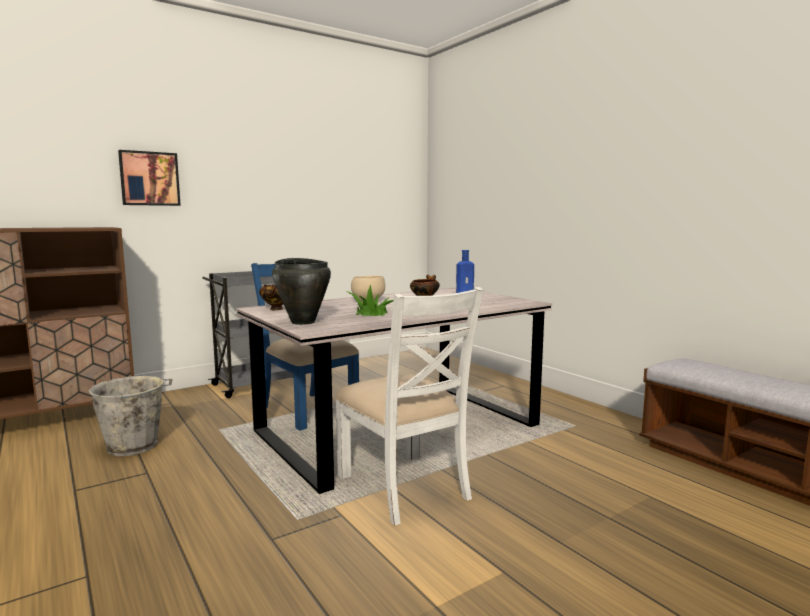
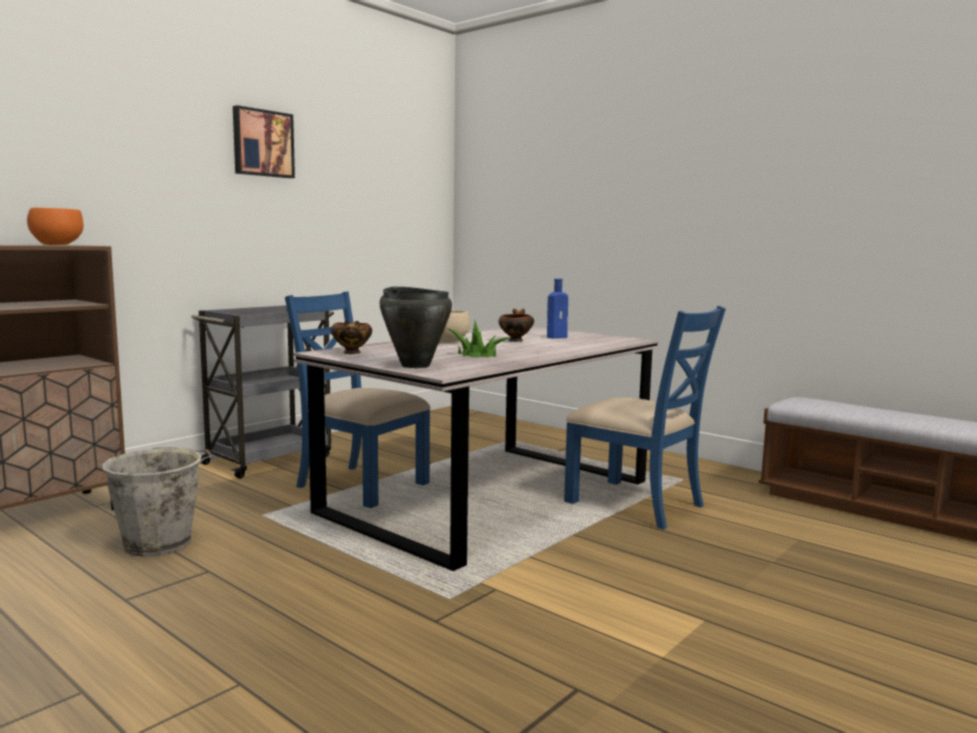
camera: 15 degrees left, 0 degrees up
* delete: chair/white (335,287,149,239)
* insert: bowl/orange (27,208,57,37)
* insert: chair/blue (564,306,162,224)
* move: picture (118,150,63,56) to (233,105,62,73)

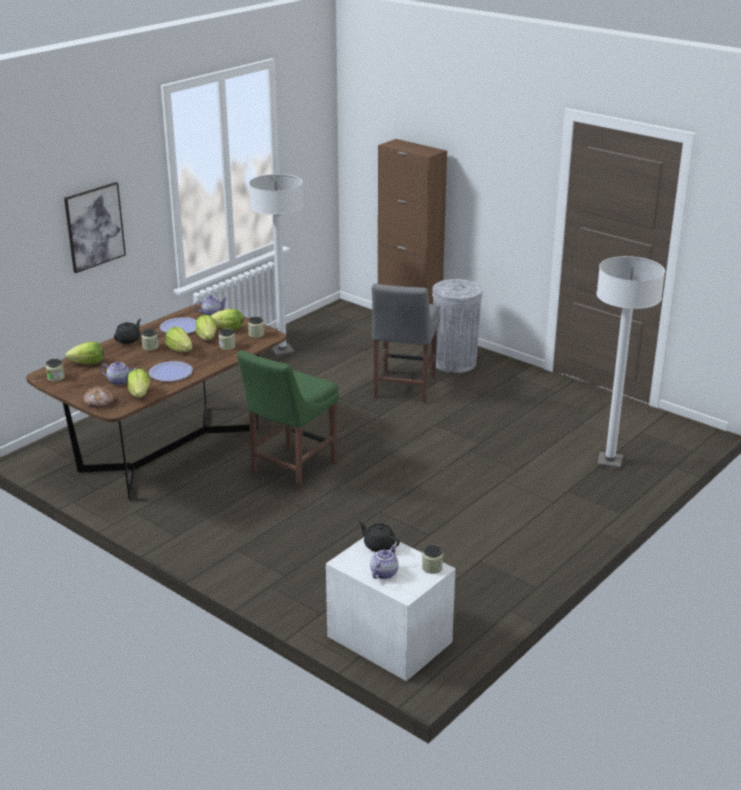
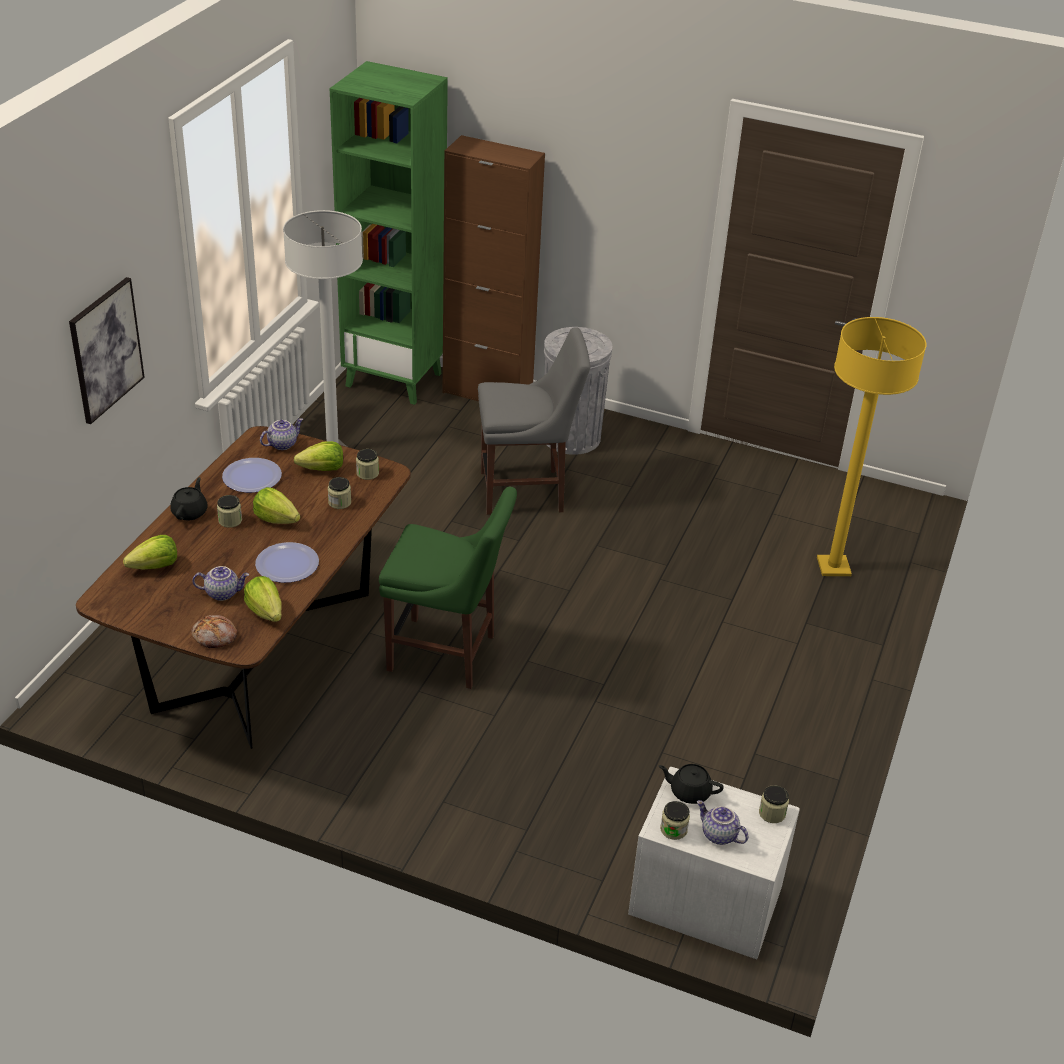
camera: 20 degrees left, 10 degrees up
* delete: lettuce (196,315,21,25)
* insert: bookcase/green (330,61,118,344)
* move: jar (46,359,19,23) to (660,801,30,39)
* recolor: floor lamp/white (596,256,69,213) to floor lamp/yellow (817,317,109,259)
* rotate: chair/green (237,350,102,142) = (379,487,138,202) 90 degrees counterclockwise
* rotate: teapot (370,544,29,35) = (697,800,51,45) 60 degrees counterclockwise
* rotate: chair/grey (372,284,68,119) = (478,327,112,188) 90 degrees counterclockwise

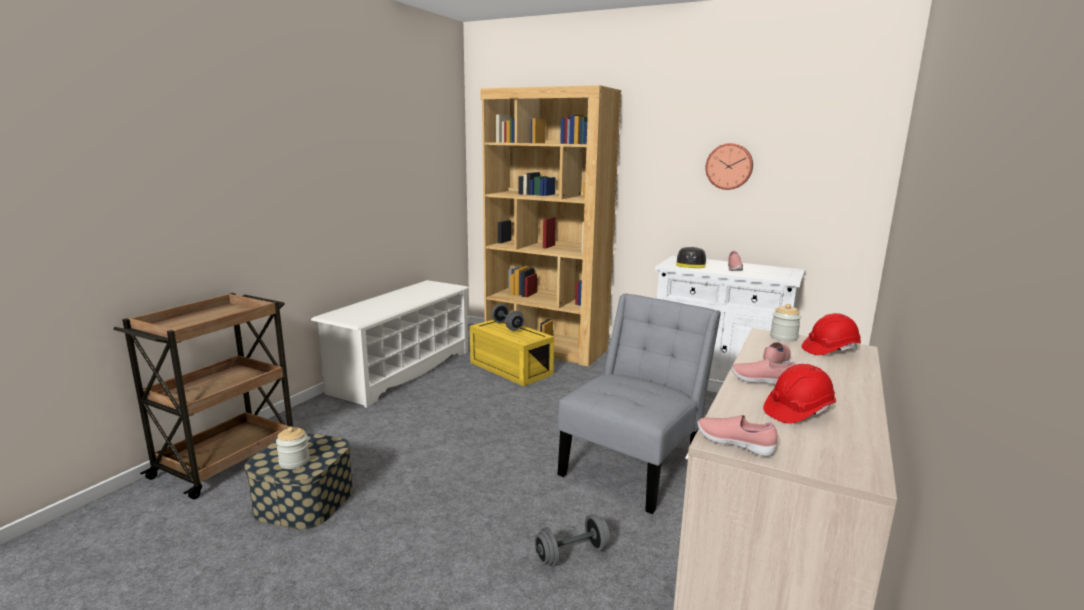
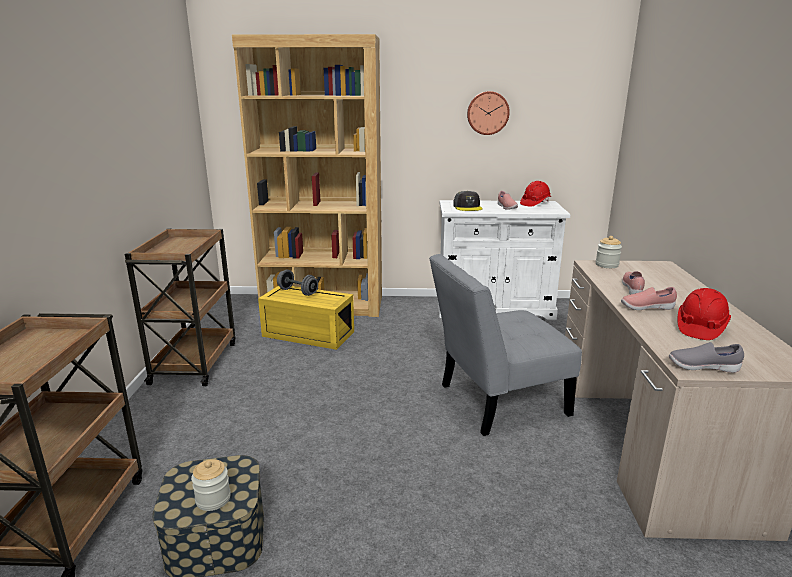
camera: 25 degrees left, 5 degrees up
* delete: dumbbell/grey (535,514,75,53)
* move: hard hat/red (802,313,59,42) to (520,181,31,26)
* replace: shoe rack/white (311,280,158,128) to cart/brown (125,228,111,158)
* recolor: shoe/pink (697,415,81,41) to shoe/grey (669,342,75,31)
* rotate: chair/grey (558,293,163,221) = (429,254,153,182) 120 degrees counterclockwise

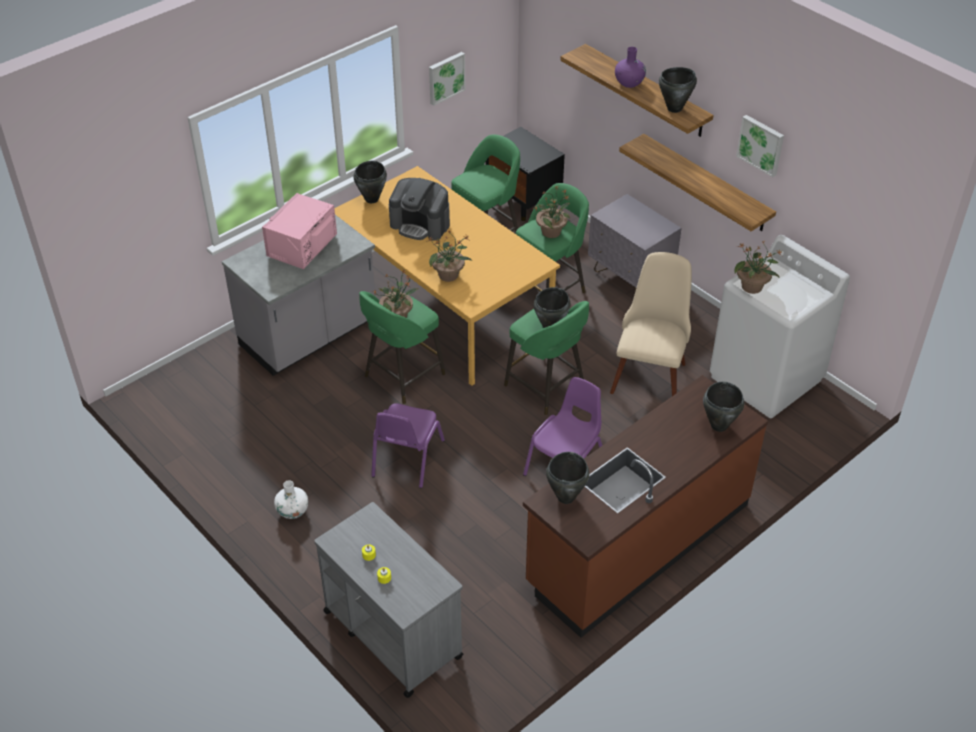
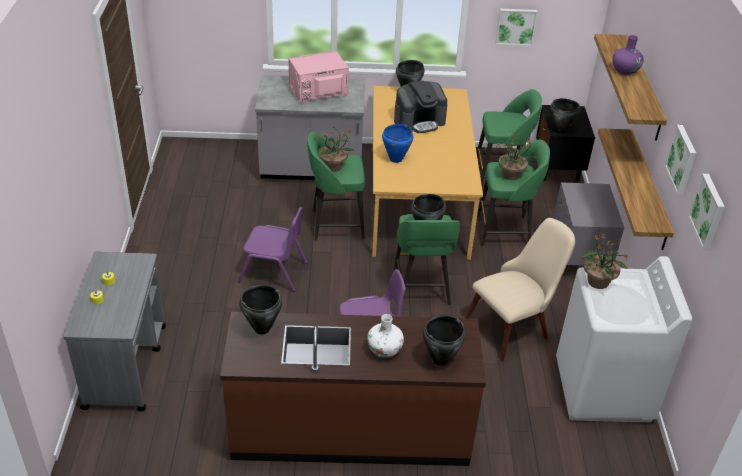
camera: 40 degrees right, 5 degrees down
* insert: picture (688,174,37,75)
* move: vase/white (274,480,34,39) to (367,314,37,44)
* move: cooking pot/black (659,67,38,46) to (550,98,30,36)
* replace: potted plant (426,230,46,52) to cooking pot/blue (382,124,31,39)
* rotate: chair/purple (371,403,74,85) = (238,207,69,85) 135 degrees counterclockwise
* rotate: coffee machine (389,178,61,63) = (394,80,53,53) 90 degrees counterclockwise

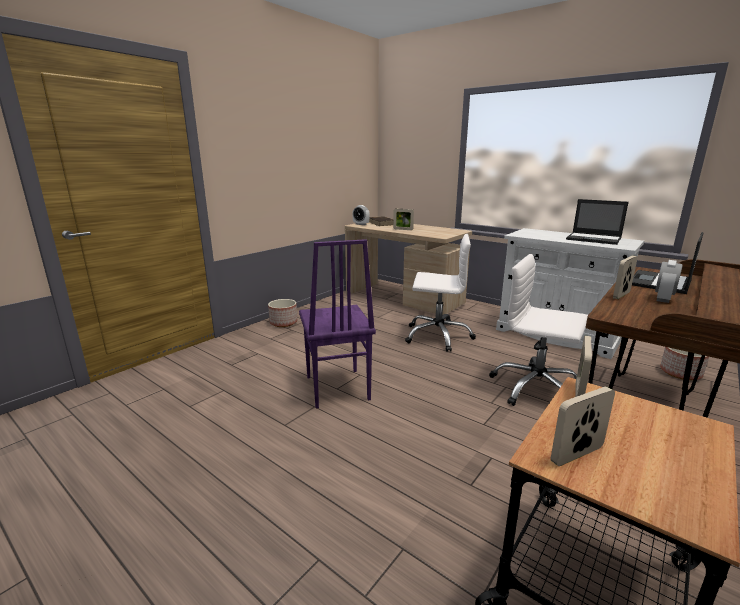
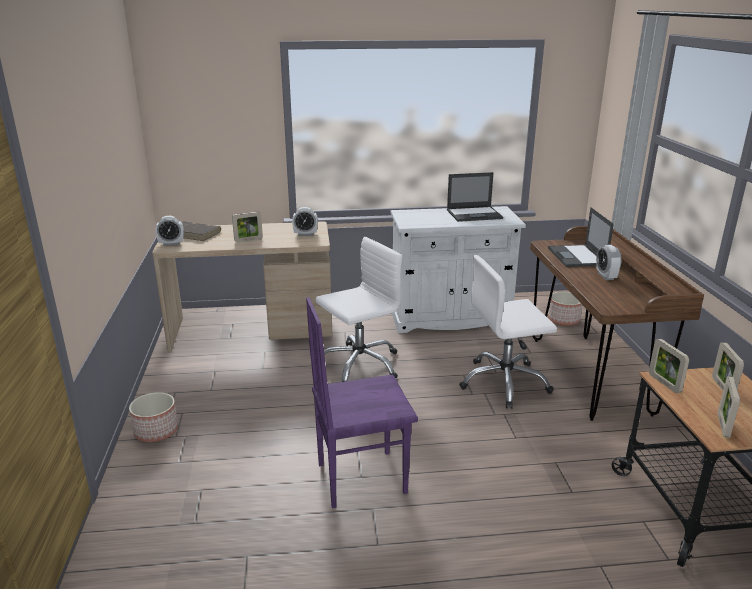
camera: 45 degrees left, 5 degrees up
* insert: alarm clock (292,207,26,29)
* move: picture frame (613,255,25,44) to (712,342,32,48)
* rotate: chair/purple (299,239,77,169) = (306,297,112,211) 135 degrees clockwise

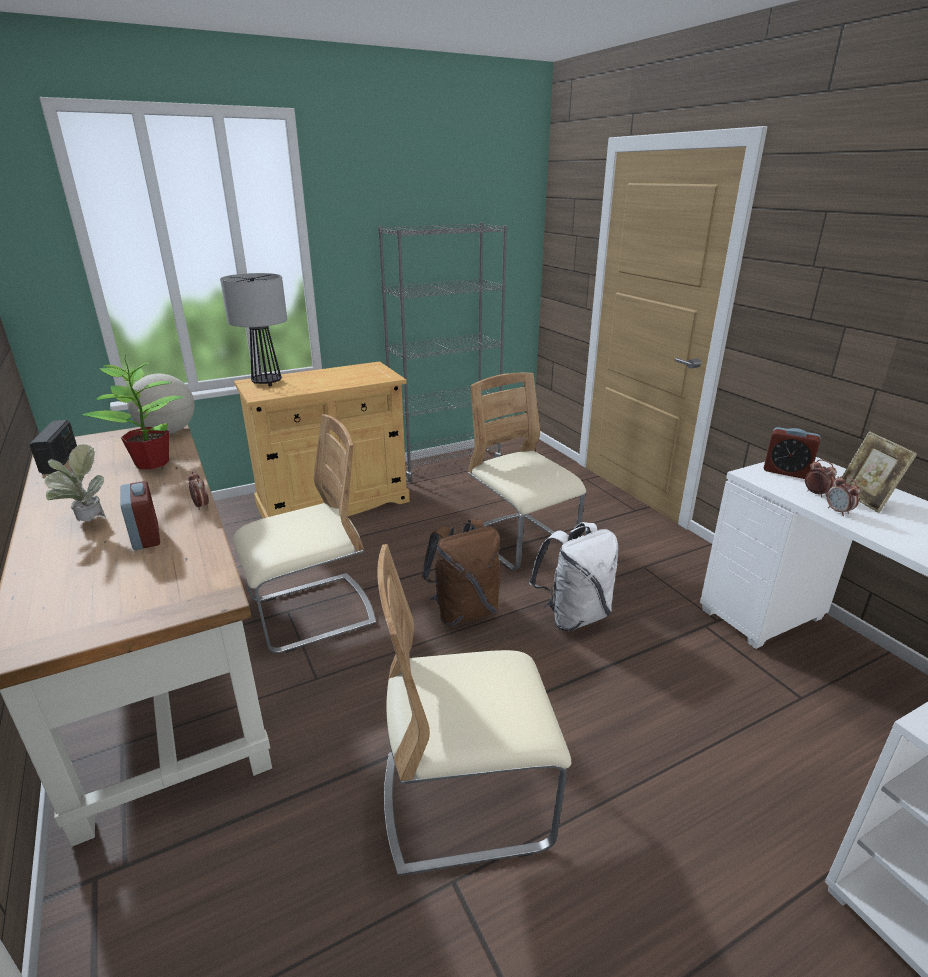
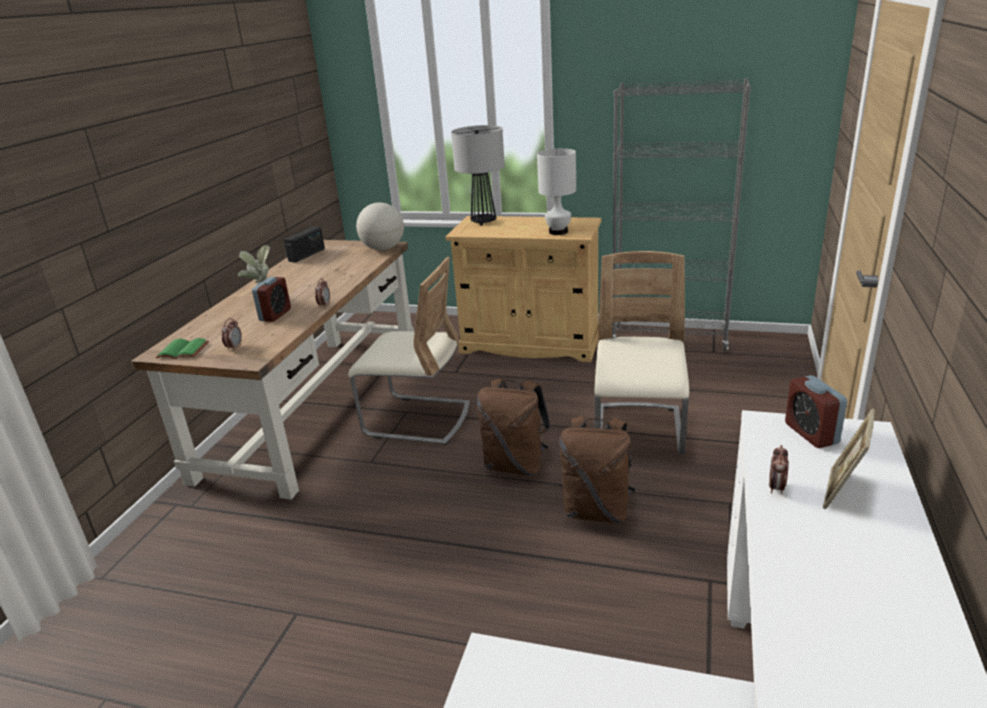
camera: 45 degrees right, 0 degrees up
* delete: potted plant (82,354,102,115)
* delete: chair/beige (377,544,195,332)
* insert: book/green (155,338,54,21)
* insert: table lamp/white (537,148,39,87)
* move: alarm clock (805,459,32,38) to (221,318,21,33)
* recolor: backpack/white (529,522,89,109) to backpack/brown (559,416,77,107)

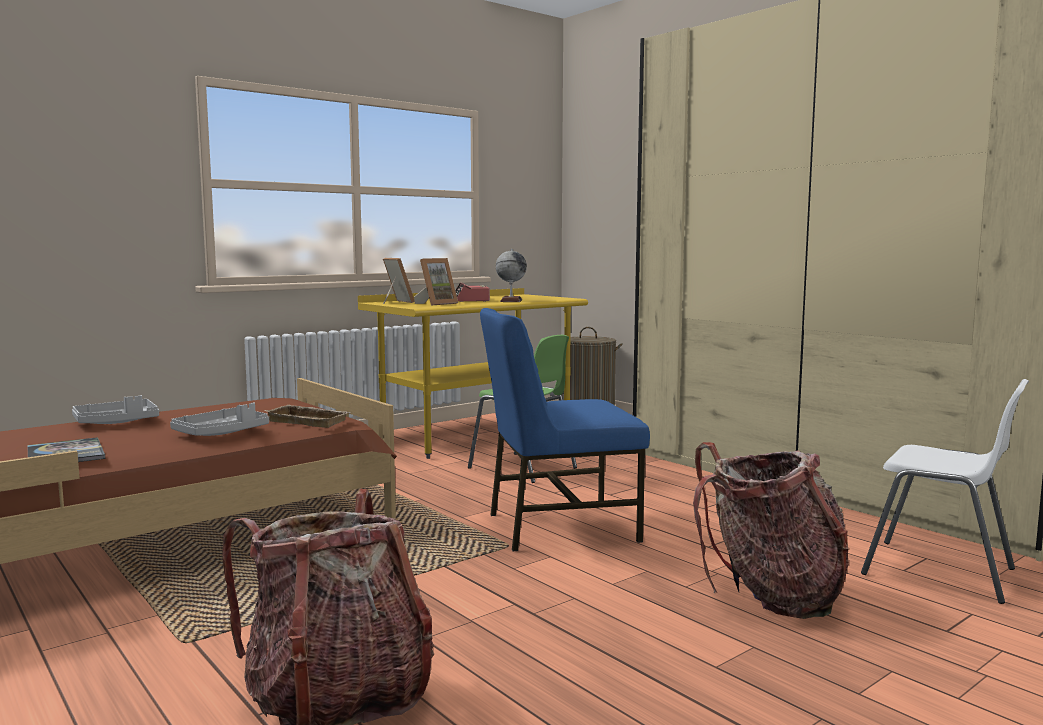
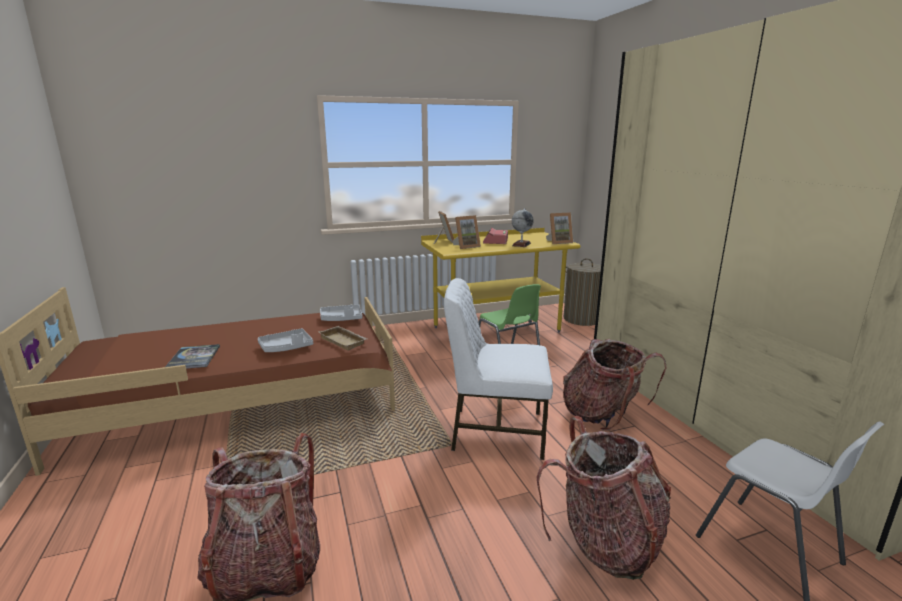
camera: 20 degrees right, 10 degrees up
* insert: picture frame (546,213,27,31)
* insert: backpack (563,339,103,91)
* move: tray/grey (72,395,87,29) to (320,304,42,17)
* recolor: chair/blue (480,308,170,243) to chair/white (444,278,109,182)

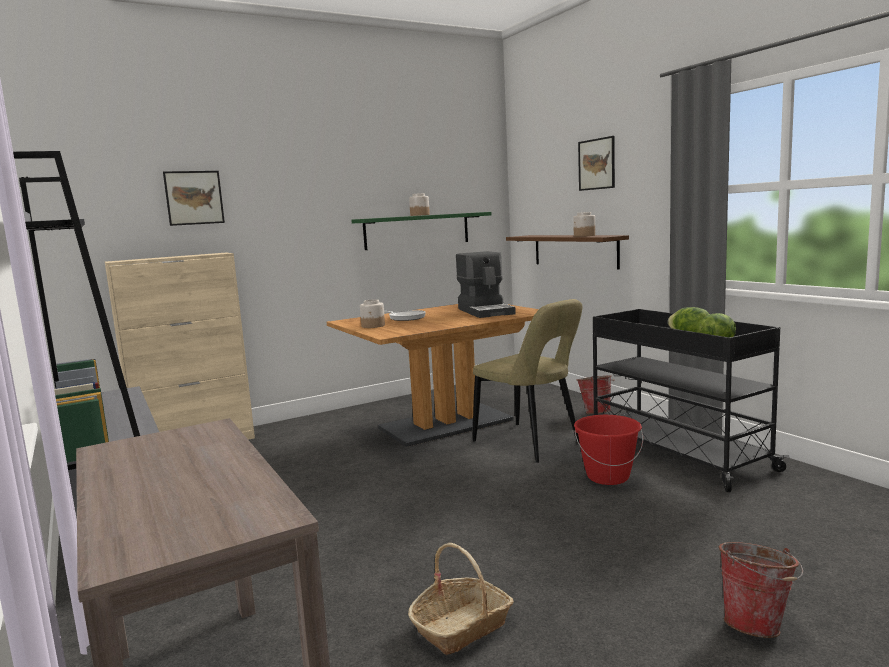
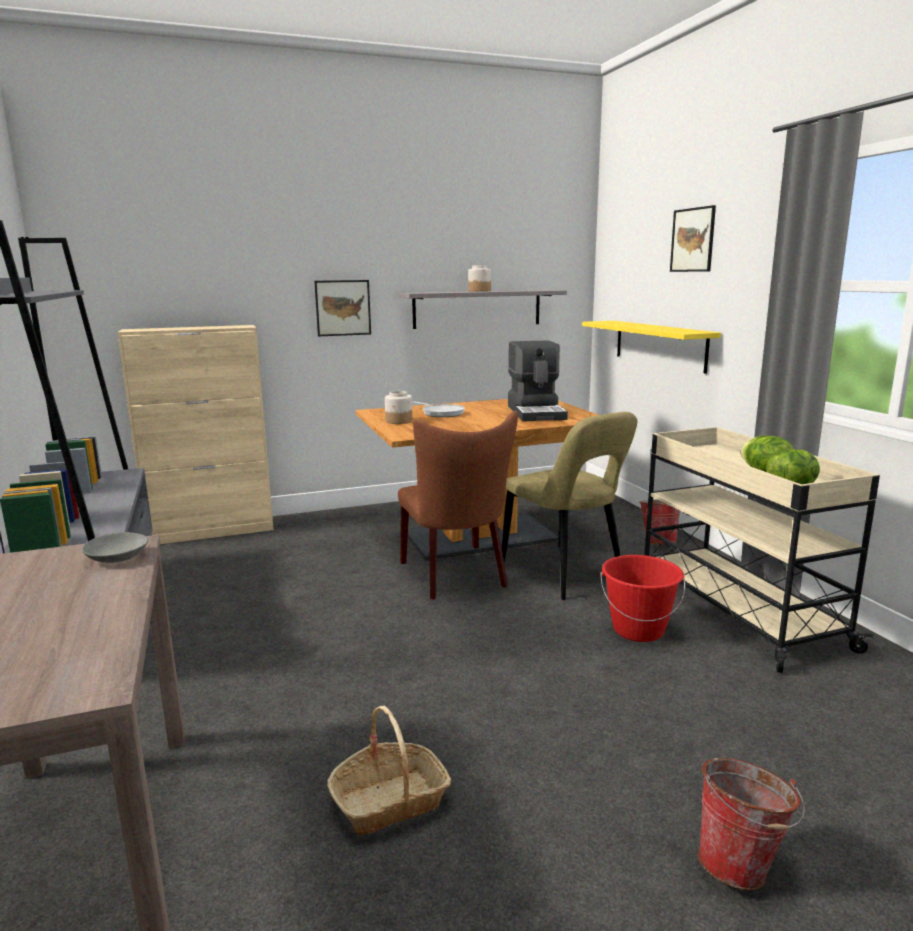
camera: 10 degrees right, 5 degrees up
* delete: jar (573,212,22,25)
* insert: bowl/grey (82,532,66,31)
* insert: chair/brown (398,411,120,189)
* move: picture (163,171,62,55) to (314,280,57,57)
* recolor: shelf/green (351,212,141,38) to shelf/grey (399,290,168,39)
* recolor: shelf/brown (506,235,123,34) to shelf/yellow (582,321,139,53)
* recolor: cart/black (593,309,196,183) to cart/beige (645,427,235,246)

